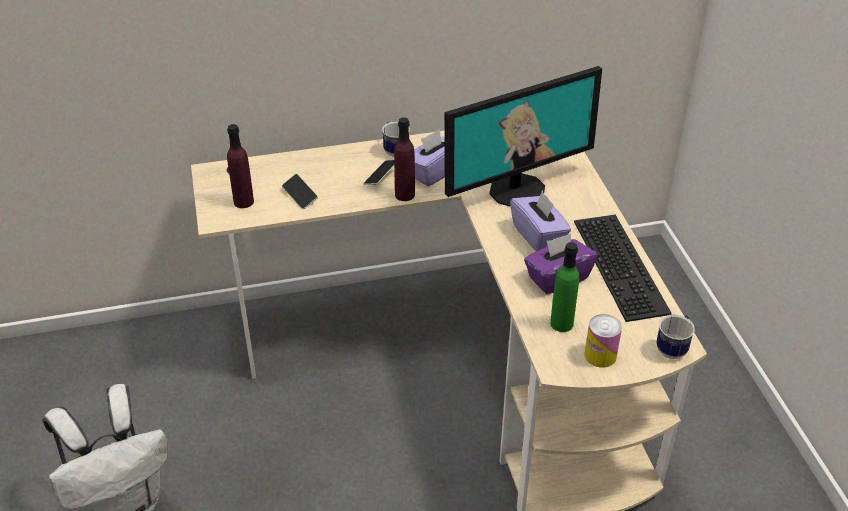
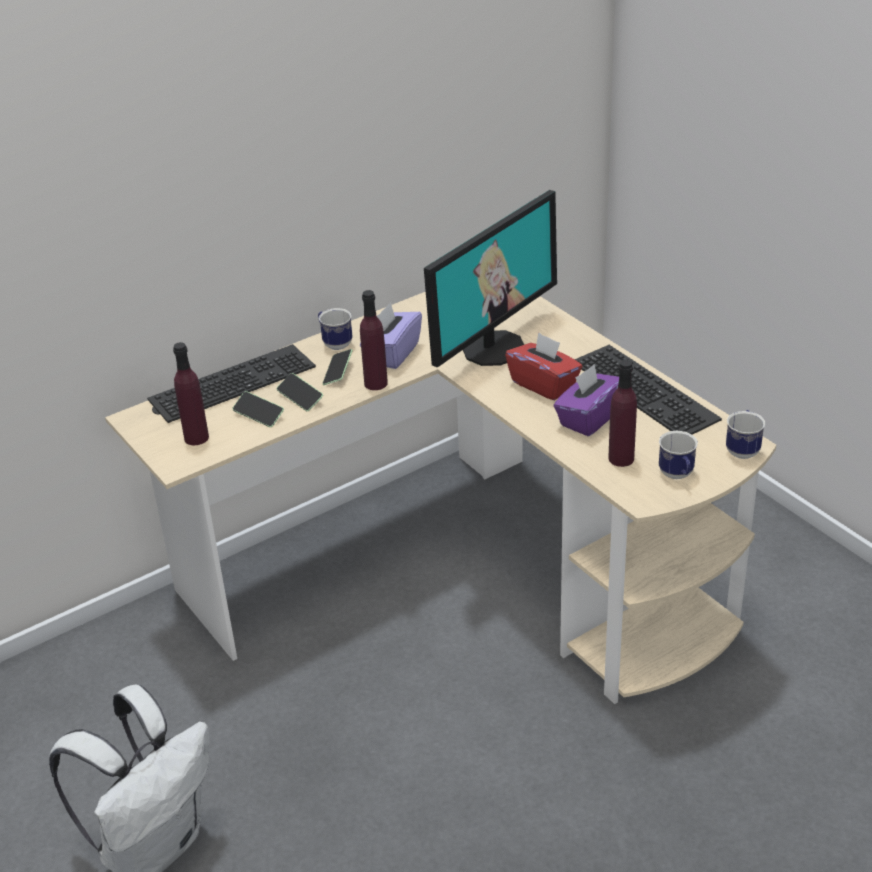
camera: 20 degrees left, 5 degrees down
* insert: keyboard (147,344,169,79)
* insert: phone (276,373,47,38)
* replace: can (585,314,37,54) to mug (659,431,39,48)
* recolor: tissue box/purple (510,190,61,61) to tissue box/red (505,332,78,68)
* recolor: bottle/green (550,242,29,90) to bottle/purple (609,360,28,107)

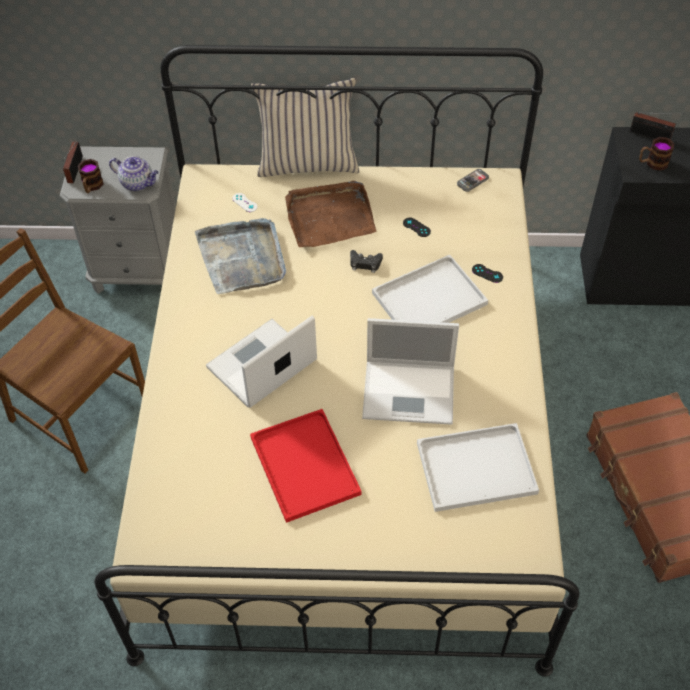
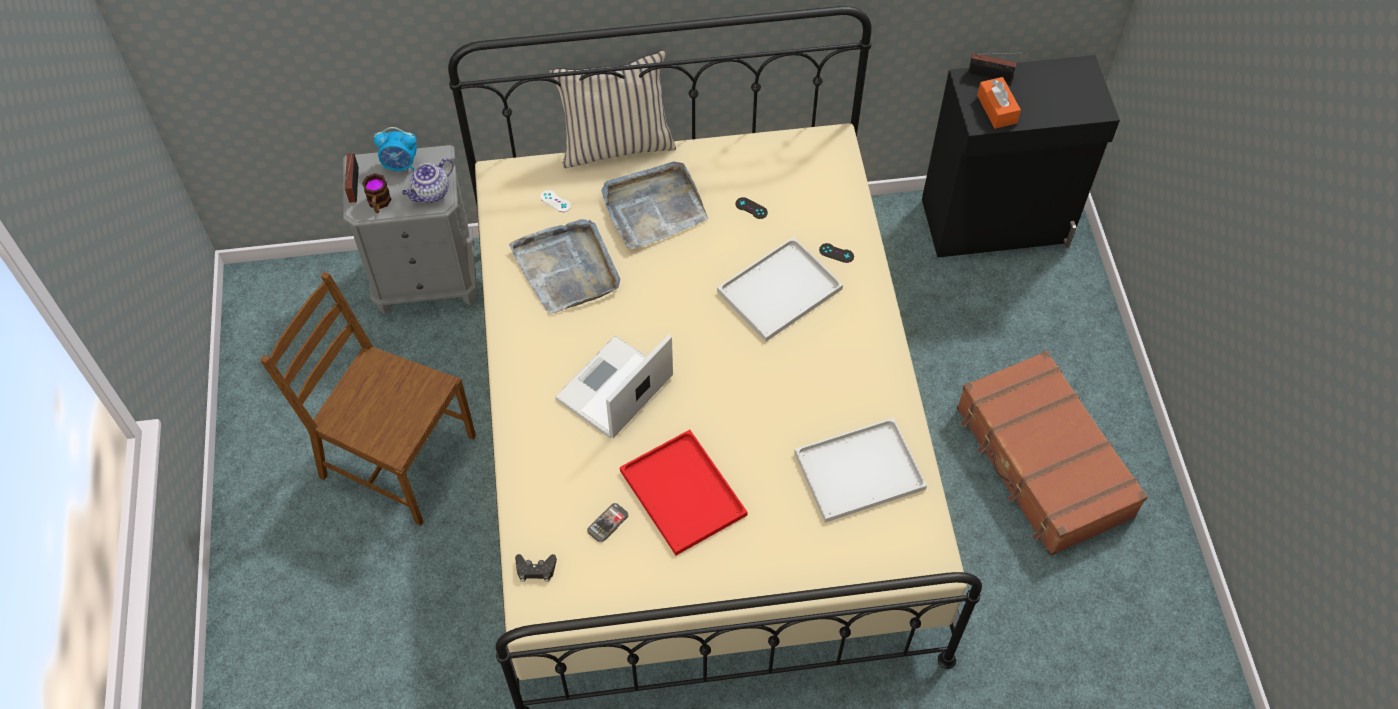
camera: 10 degrees left, 5 degrees up
* delete: laptop (362,318,97,107)
* insert: alarm clock (374,127,43,44)
* move: game controller/black (350,250,33,23) to (515,554,42,28)
* move: phone (457,169,32,23) to (587,503,41,39)
* replace: mug (639,137,35,34) to tissue box/orange (977,77,44,52)
* recolor: tray/brown (285,181,91,66) to tray/grey (601,161,108,88)
* rotate: teapot (109,156,50,35) = (402,158,51,45) 120 degrees clockwise

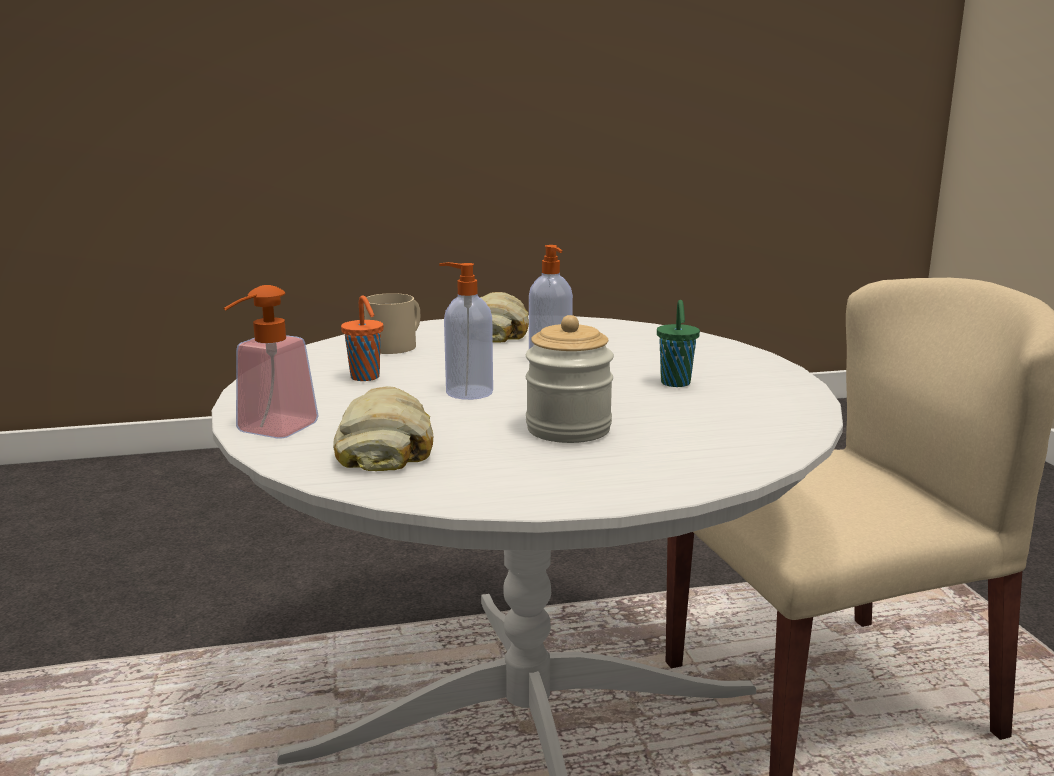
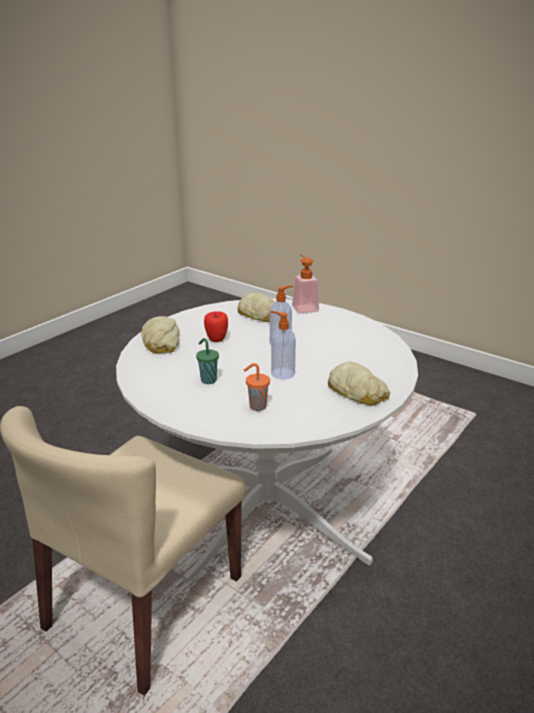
camera: 140 degrees right, 10 degrees up
* delete: mug/beige (364,293,56,61)
* insert: bread (142,316,38,38)
* move: cup/orange (341,295,42,86) to (243,363,27,48)
* replace: jar (526,315,88,128) to apple (204,311,24,31)

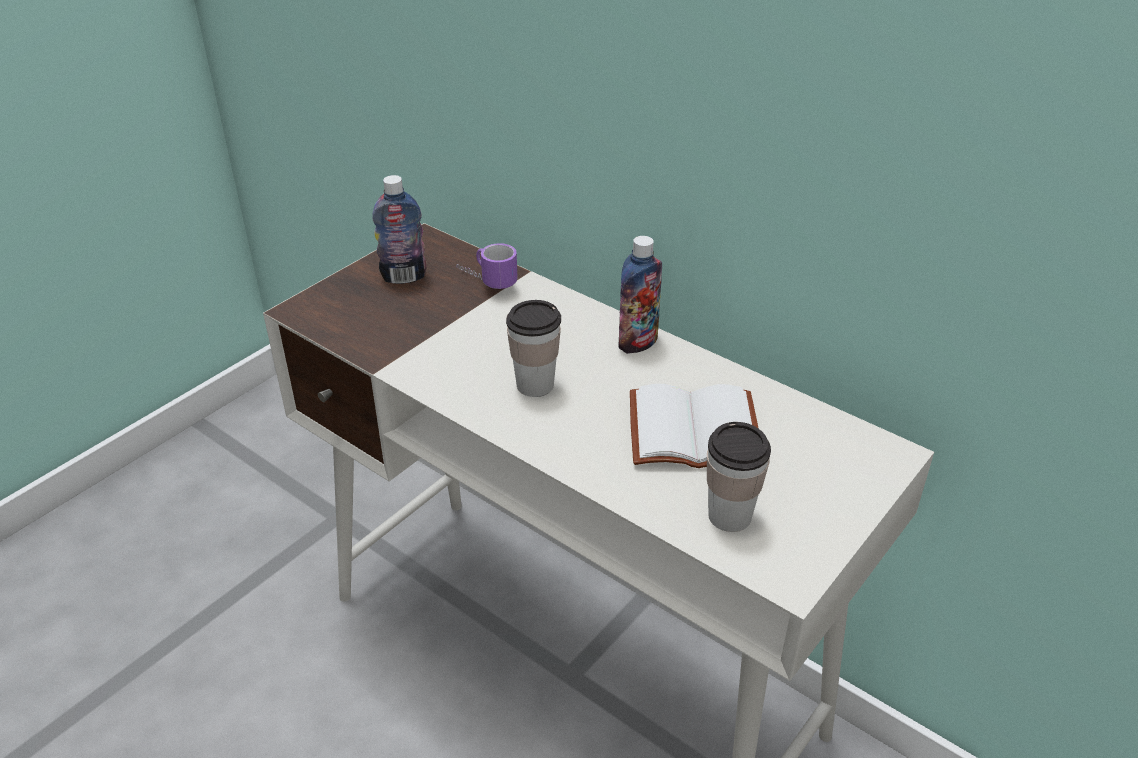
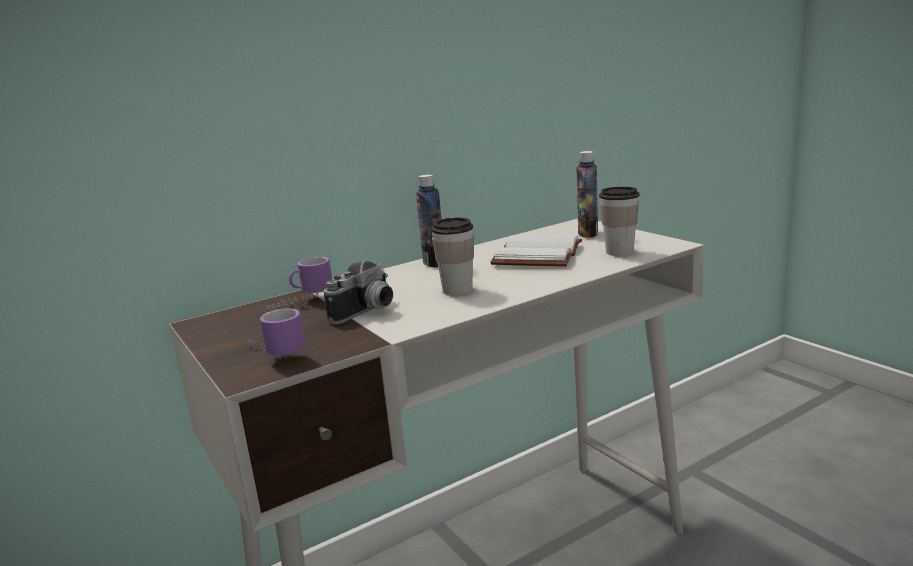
camera: 70 degrees left, 20 degrees down
* insert: mug (247,308,58,50)
* insert: photo camera (324,260,69,64)
* move: bottle (372,175,55,109) to (576,151,22,87)

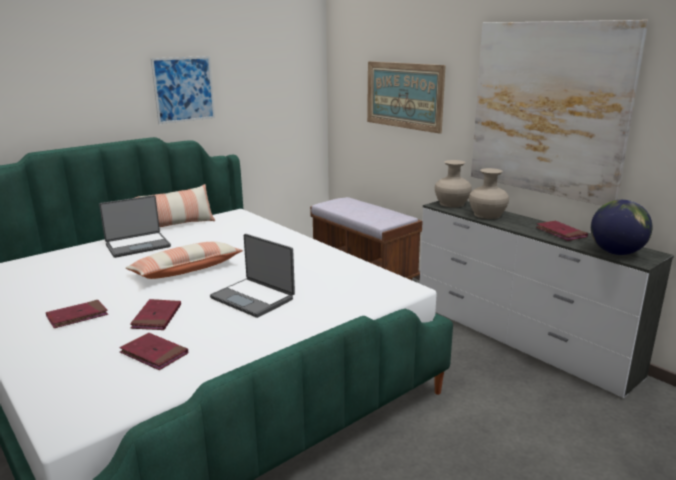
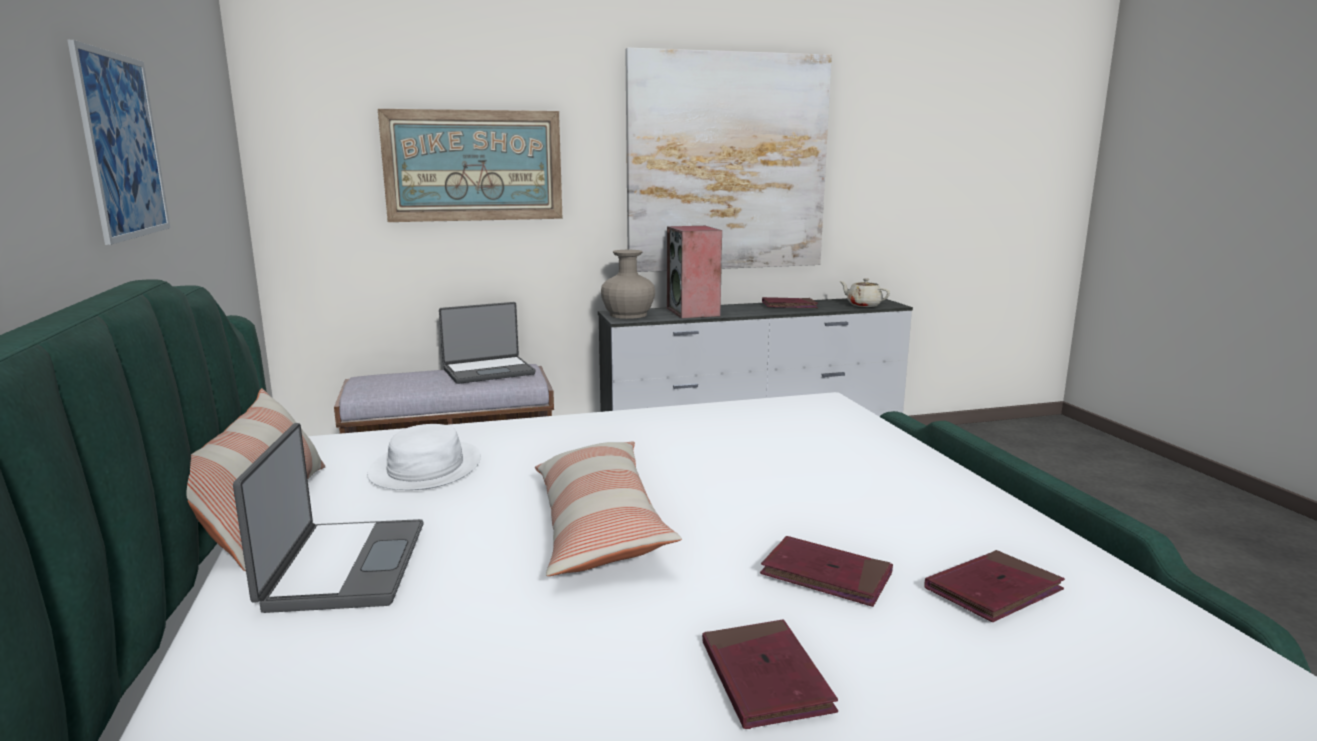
camera: 65 degrees left, 5 degrees down
* insert: hat/white (367,424,114,66)
* move: laptop (210,234,85,84) to (439,302,96,82)
* replace: vase/beige (469,168,40,51) to speaker (667,226,55,93)
* replace: globe (591,200,61,55) to teapot/beige (840,278,50,29)

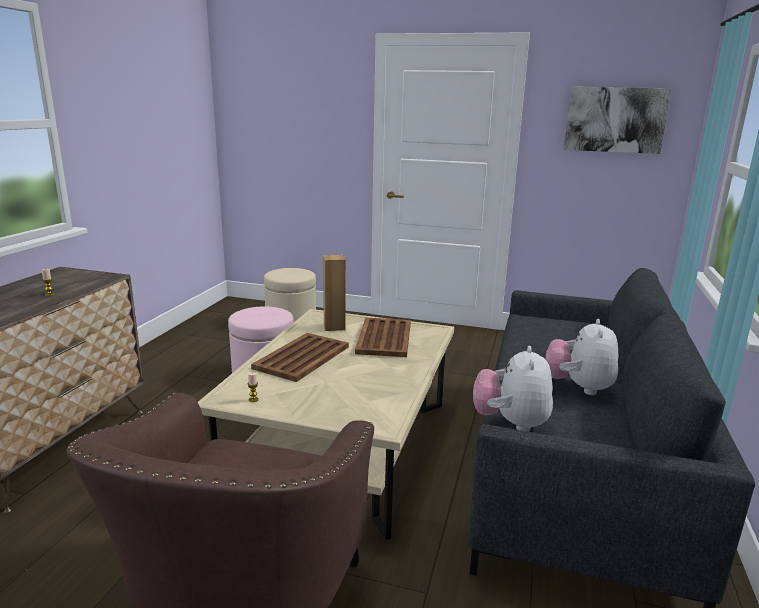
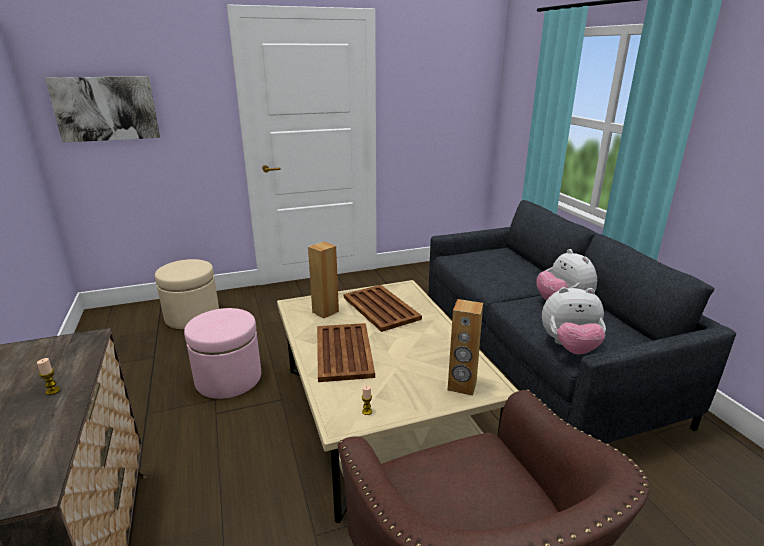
camera: 35 degrees left, 5 degrees up
* insert: speaker/brown (448,299,35,97)
* move: picture (564,87,108,67) to (45,76,115,67)
* rotate: plush toy (473,346,80,86) = (542,287,64,68) 60 degrees counterclockwise

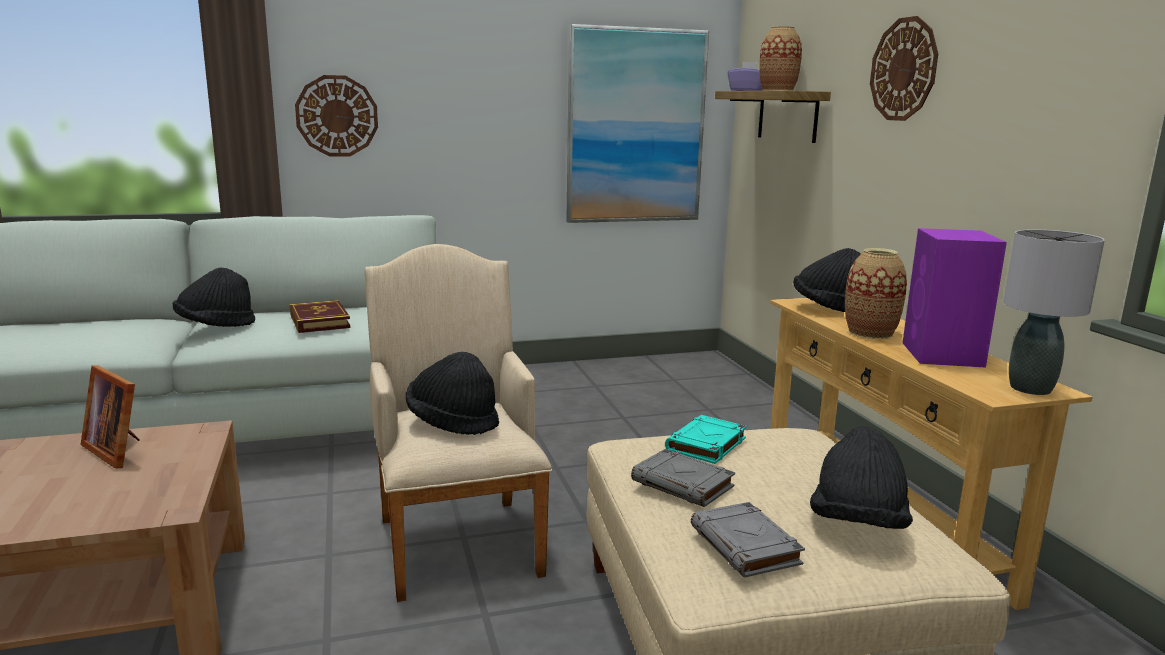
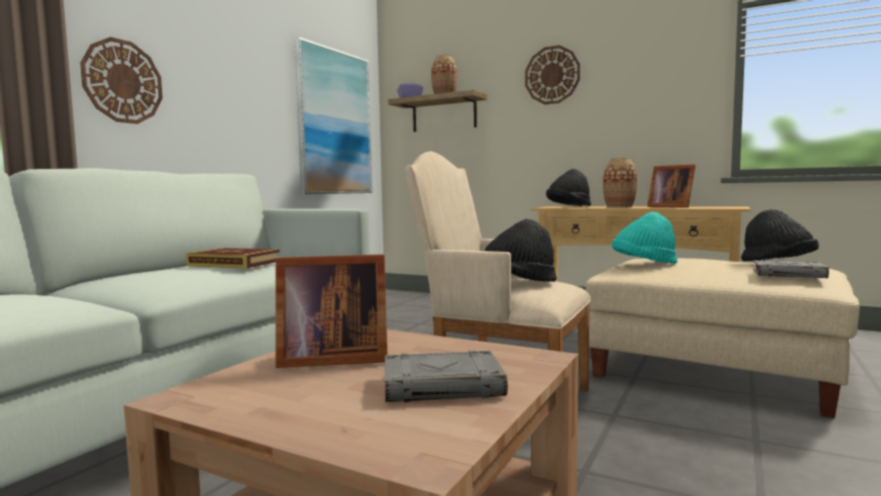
camera: 45 degrees left, 10 degrees down
* delete: hat/black (173,267,82,60)
* delete: table lamp/grey (1003,229,102,166)
* move: book/grey (631,449,104,58) to (385,350,123,52)
* replace: book/turquoise (665,415,82,49) to hat/turquoise (612,212,66,52)
* replace: speaker/purple (903,228,104,140) to picture frame (647,164,49,44)

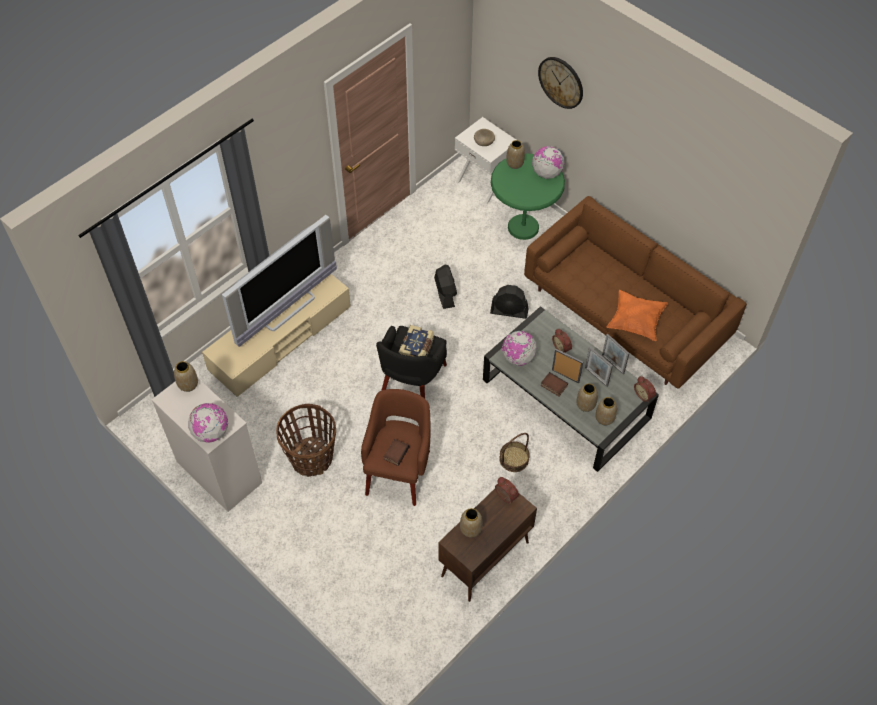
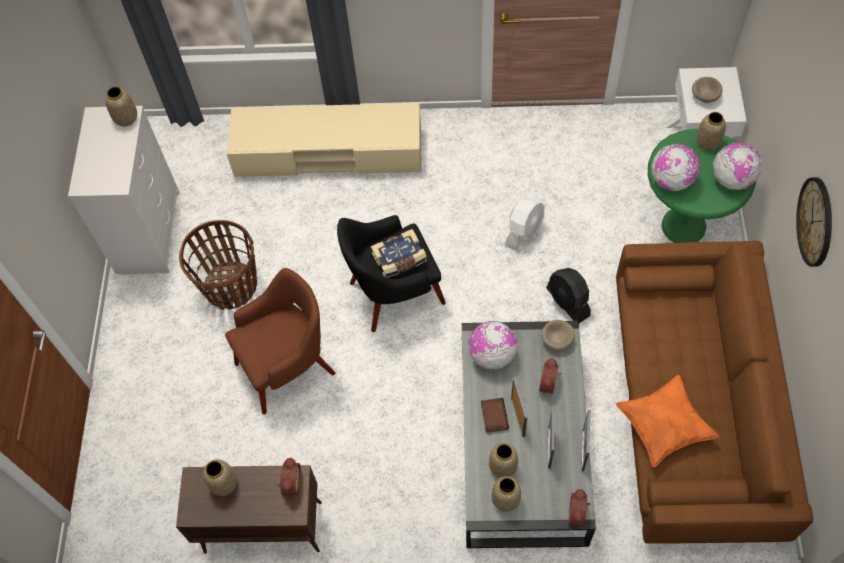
camera: 50 degrees right, 5 degrees up
* delete: television (222,215,115,132)
* delete: book (384,439,26,27)
* delete: basket (499,433,31,39)
* insert: bowl/beige (542,320,33,30)
* move: globe (188,403,40,40) to (651,144,49,47)
* move: wall clock (538,57,45,52) to (796,177,36,90)
* recolor: fan/black (434,264,23,45) to fan/white (505,197,40,56)

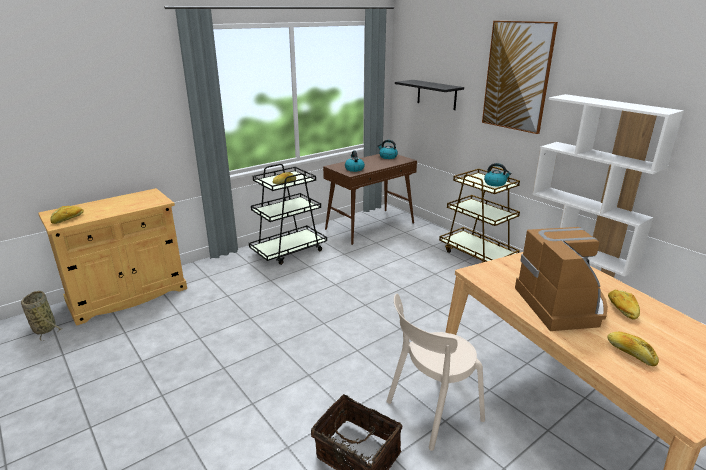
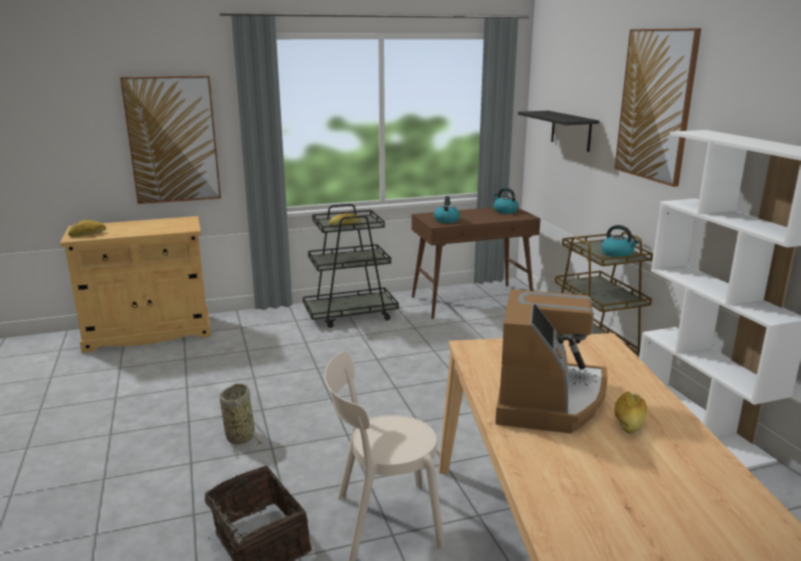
camera: 20 degrees right, 5 degrees down
* delete: bread (607,331,52,35)
* insert: picture (120,76,101,128)
* move: basket (21,291,40,50) to (220,383,43,72)

